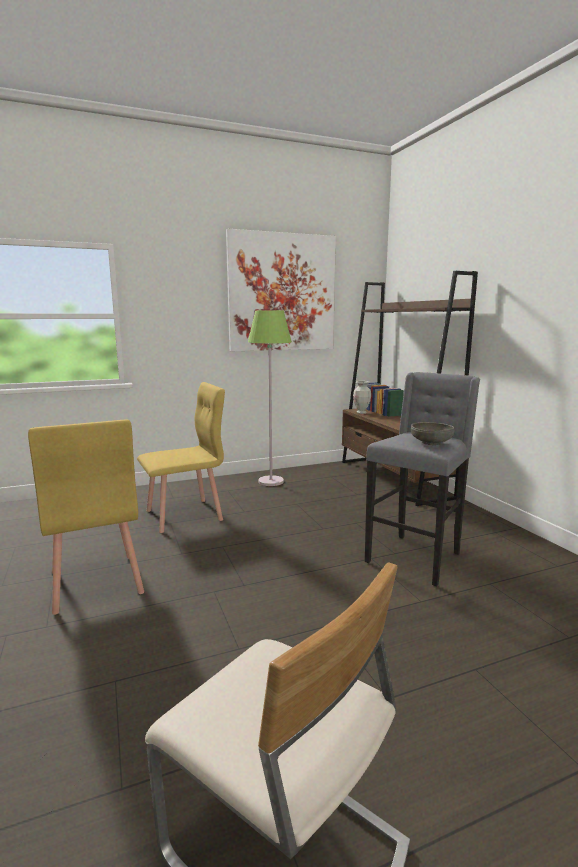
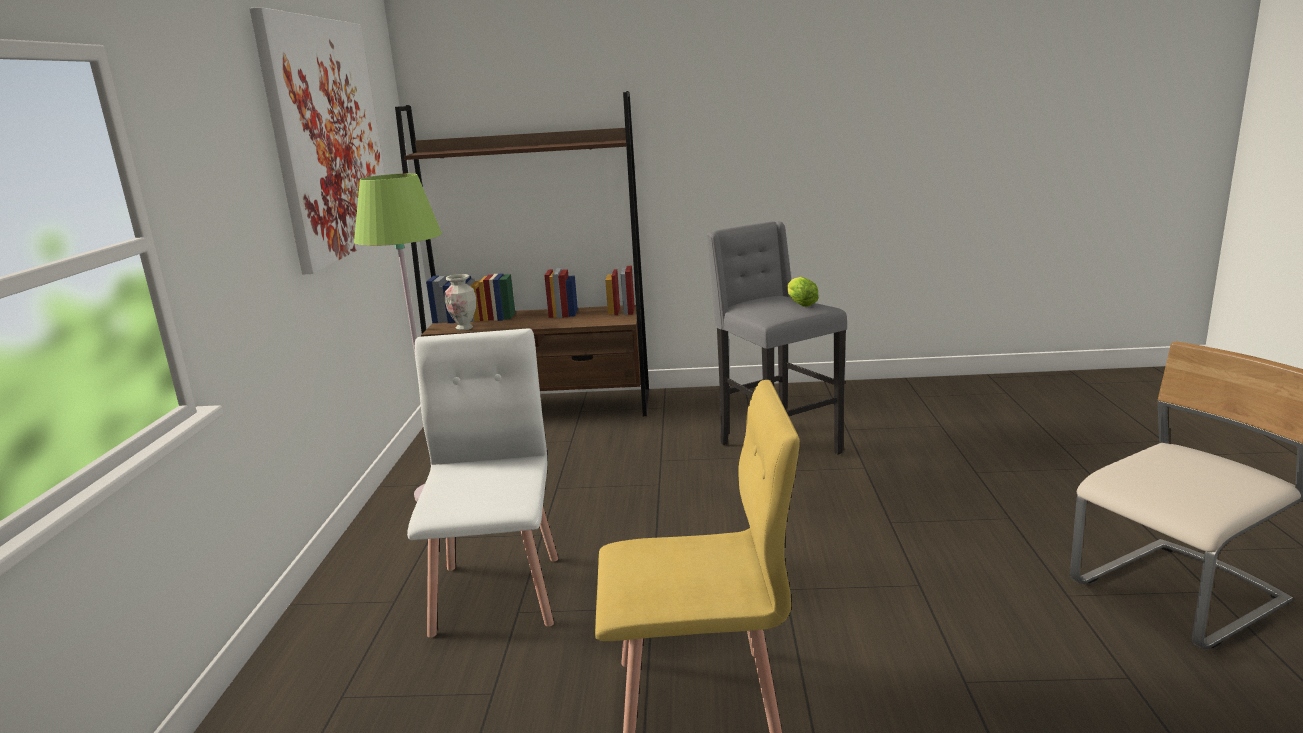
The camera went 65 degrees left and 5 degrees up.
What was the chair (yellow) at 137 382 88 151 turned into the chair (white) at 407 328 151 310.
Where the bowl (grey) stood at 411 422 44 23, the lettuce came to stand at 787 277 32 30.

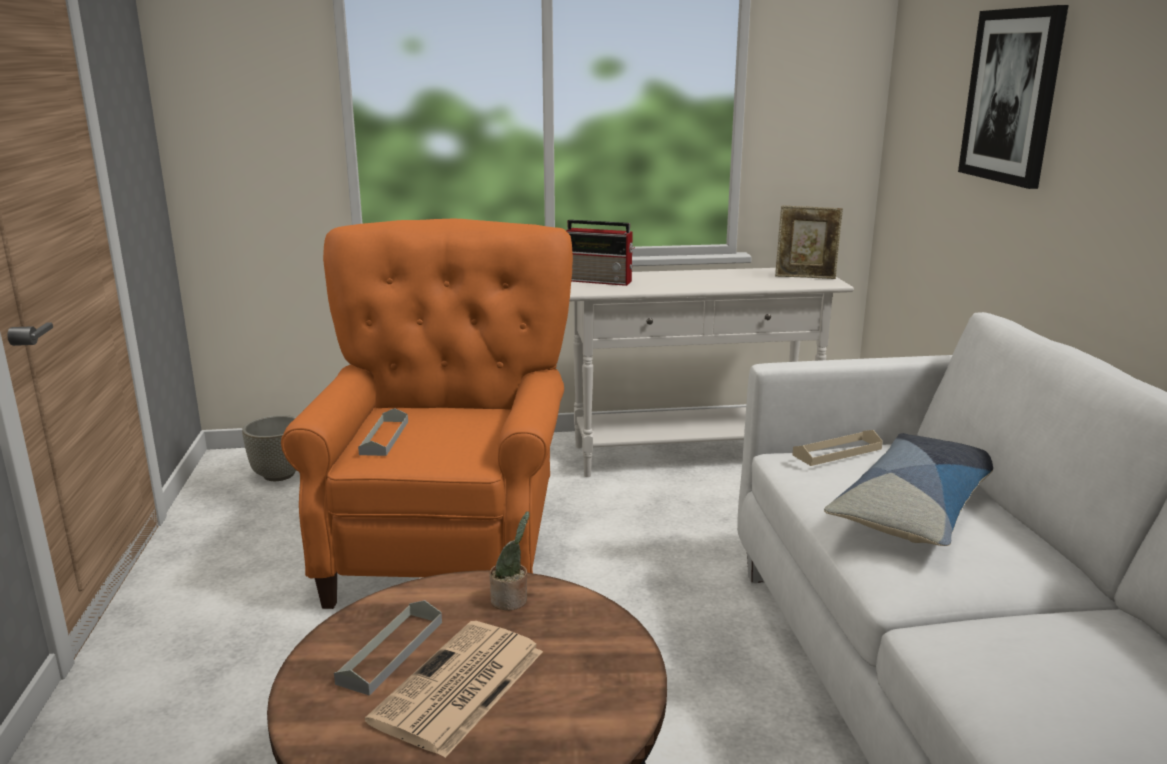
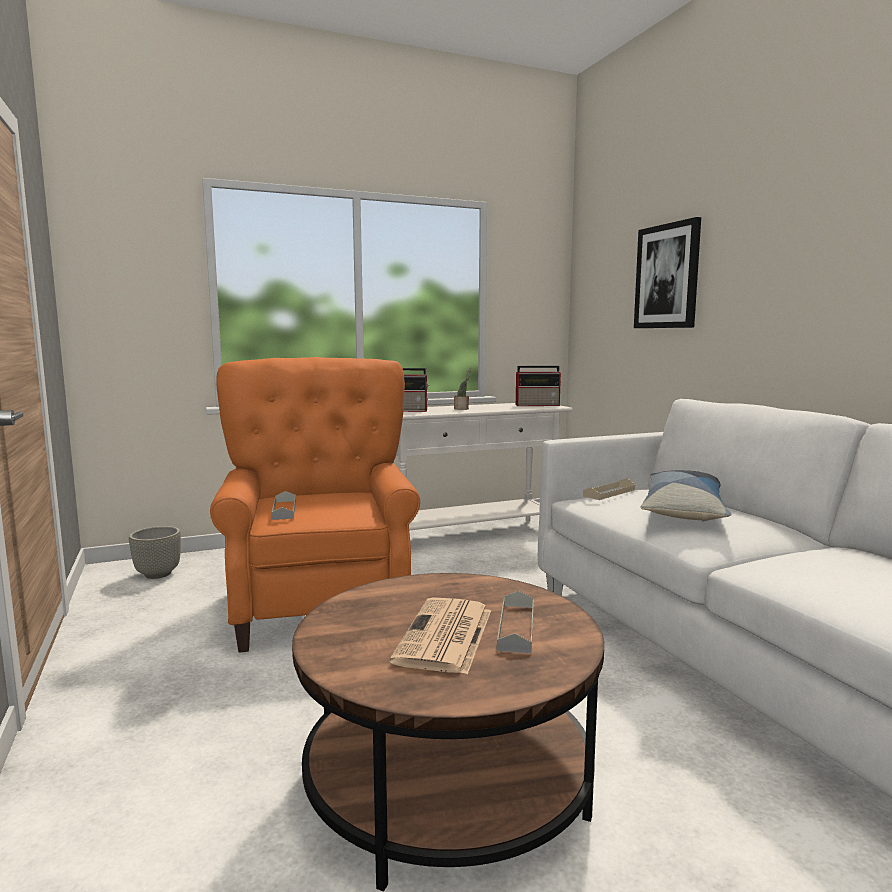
The camera went 15 degrees left and 10 degrees down.
The potted plant ended up elsewhere, having gone from 489 511 40 99 to 454 367 17 43.
The tray (grey) ended up elsewhere, having gone from 334 600 108 96 to 497 591 37 62.
Where the picture frame stood at 775 205 68 74, the radio came to stand at 516 366 45 40.

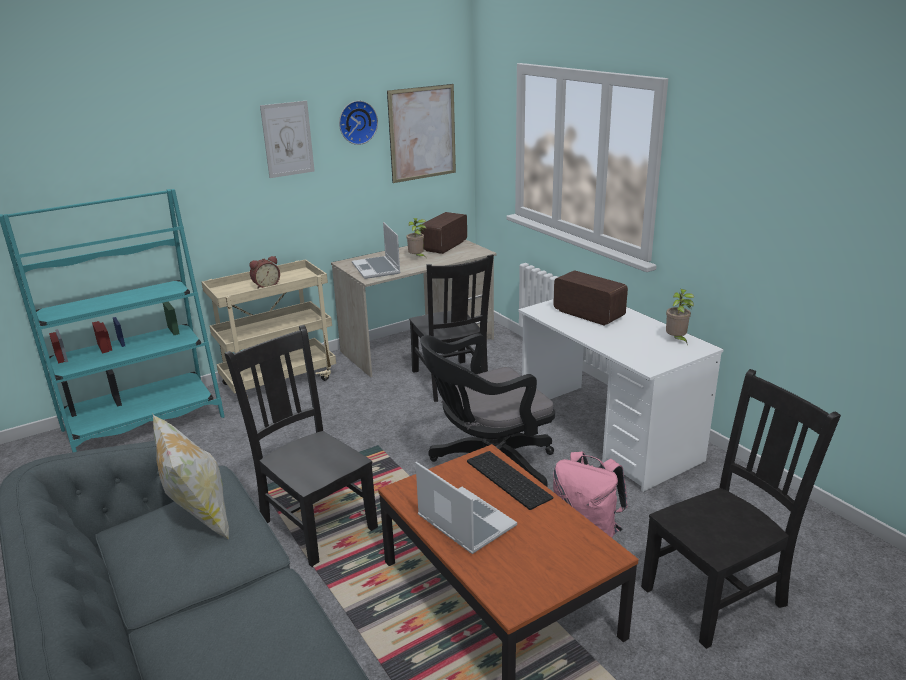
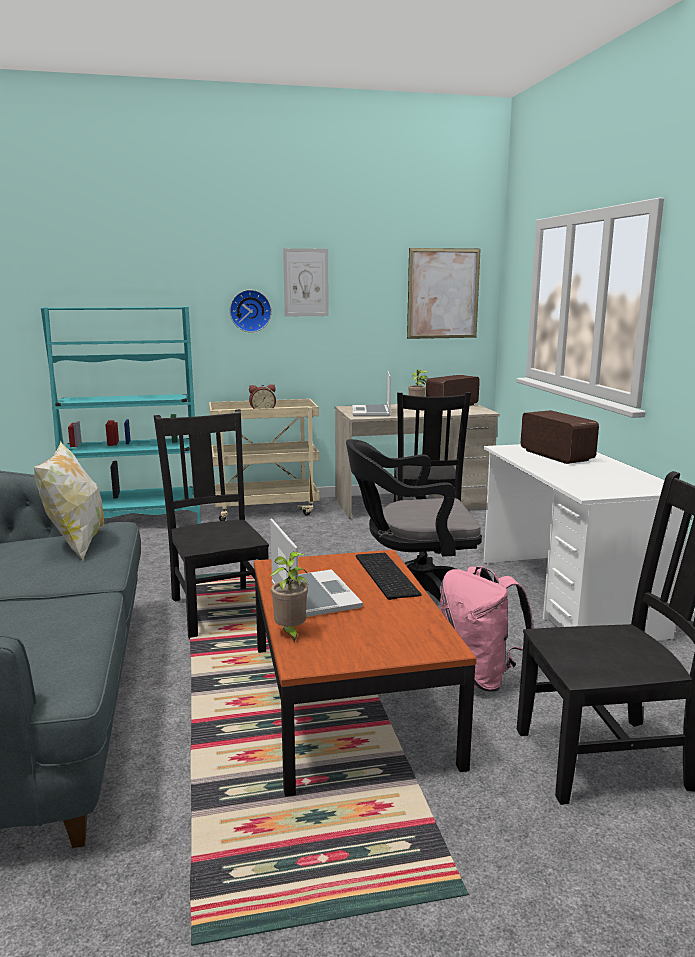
The camera went 20 degrees right and 10 degrees down.
The wall clock ended up elsewhere, having gone from 339 101 39 44 to 230 290 42 42.
The potted plant ended up elsewhere, having gone from 666 289 28 54 to 270 552 39 90.

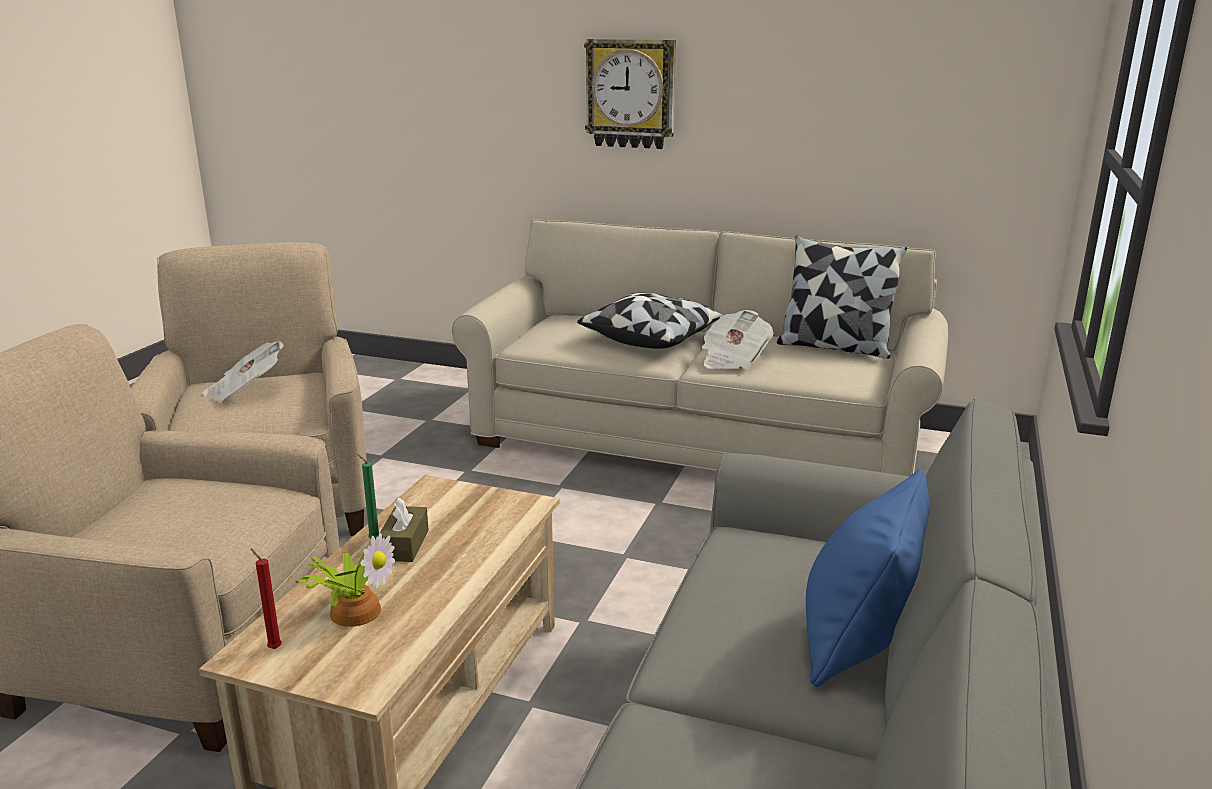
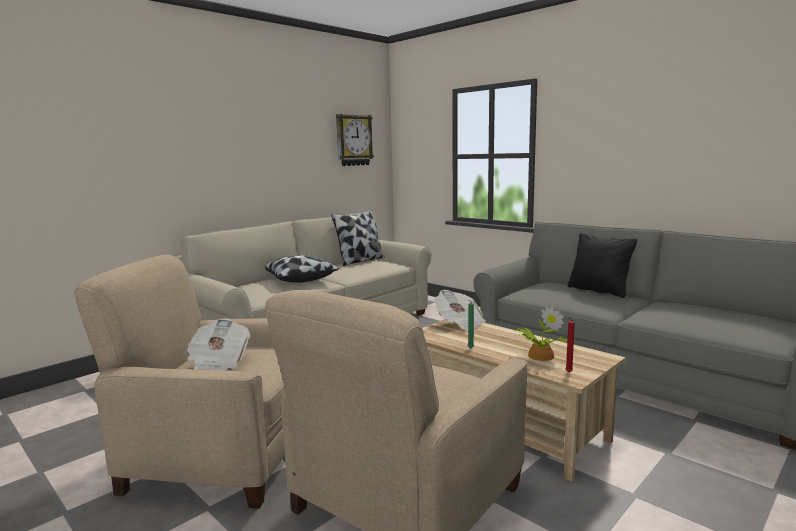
The camera went 65 degrees left and 10 degrees down.
The wall clock ended up elsewhere, having gone from 584 39 92 110 to 336 114 38 52.
The newspaper ended up elsewhere, having gone from 702 310 71 59 to 434 290 52 41.
What was the pillow (blue) at 806 469 124 218 turned into the pillow (black) at 567 233 70 65.
The second view lost the tissue box (brown) at 378 497 51 65.

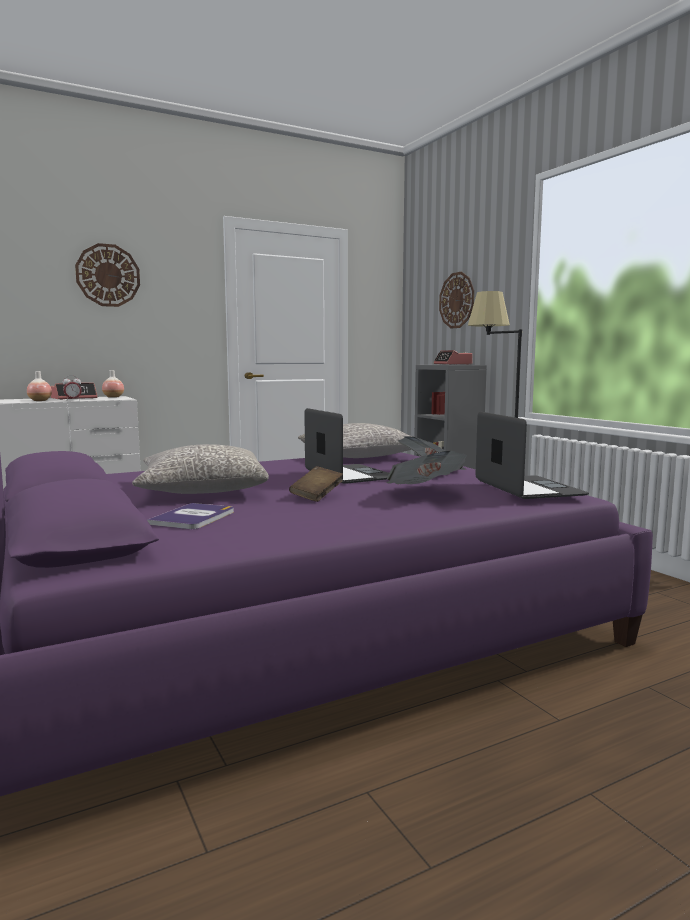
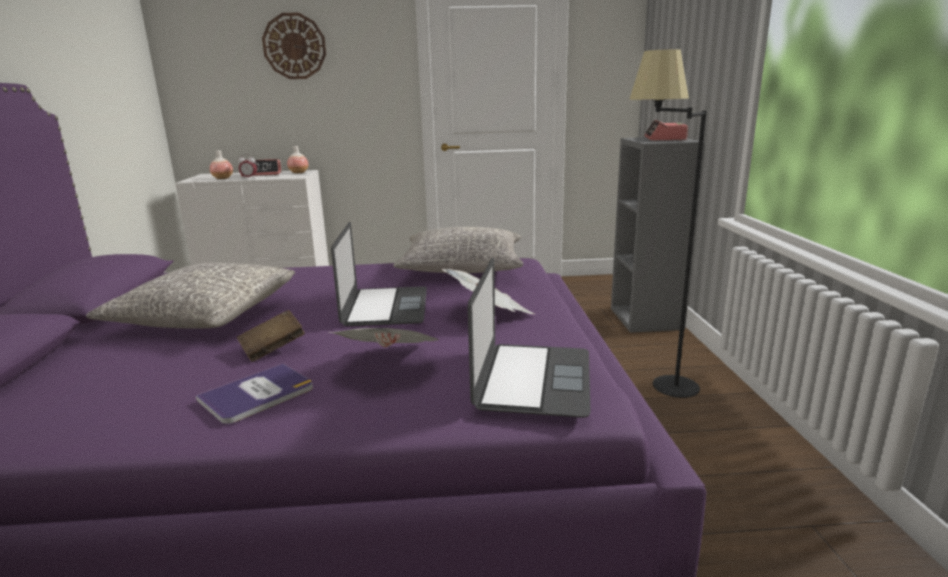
The camera went 25 degrees right and 10 degrees up.
The book ended up elsewhere, having gone from 147 503 87 26 to 196 364 117 60.
The second view lost the wall clock at 439 272 35 57.

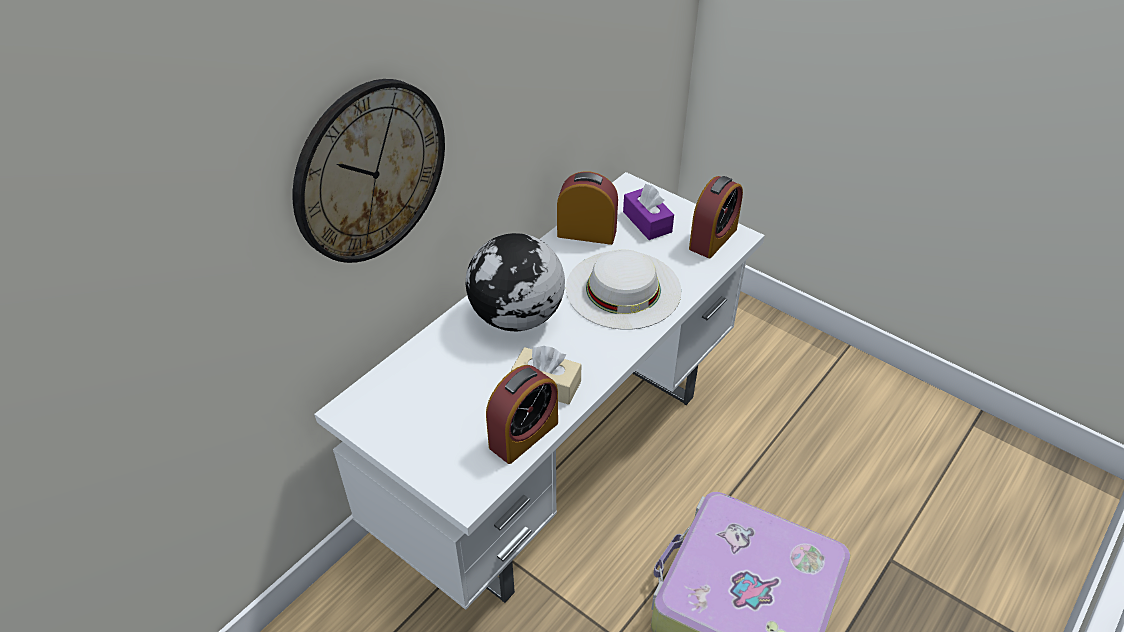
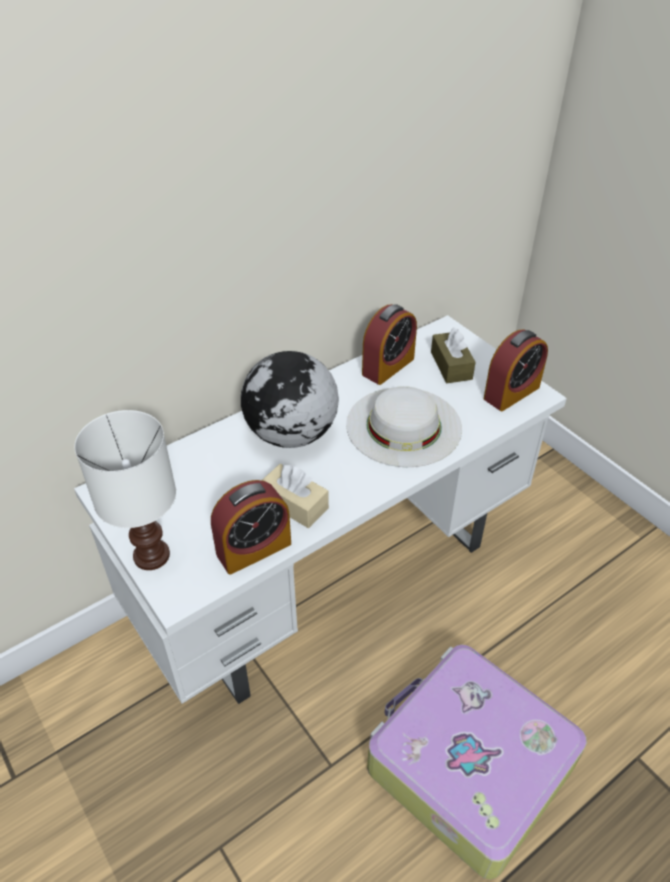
The camera went 15 degrees right and 0 degrees up.
The second view gained the table lamp (white) at 74 410 102 160.
The alarm clock at 557 171 61 74 ended up facing another way, 105 degrees clockwise from before.
What was the tissue box (purple) at 623 184 51 56 turned into the tissue box (brown) at 431 327 45 56.
The second view lost the wall clock at 293 79 152 184.

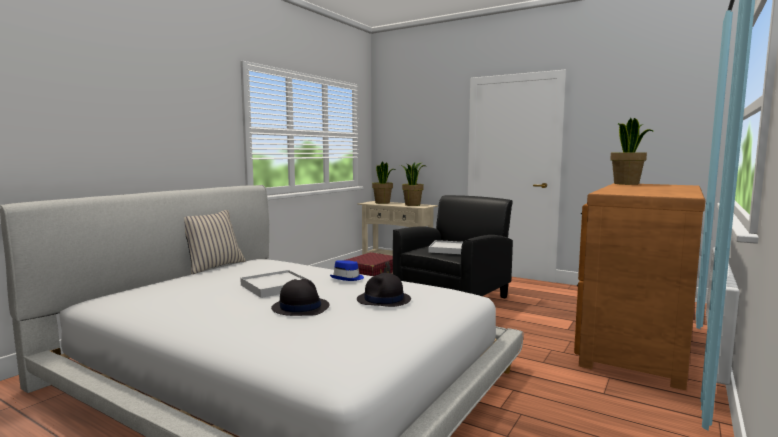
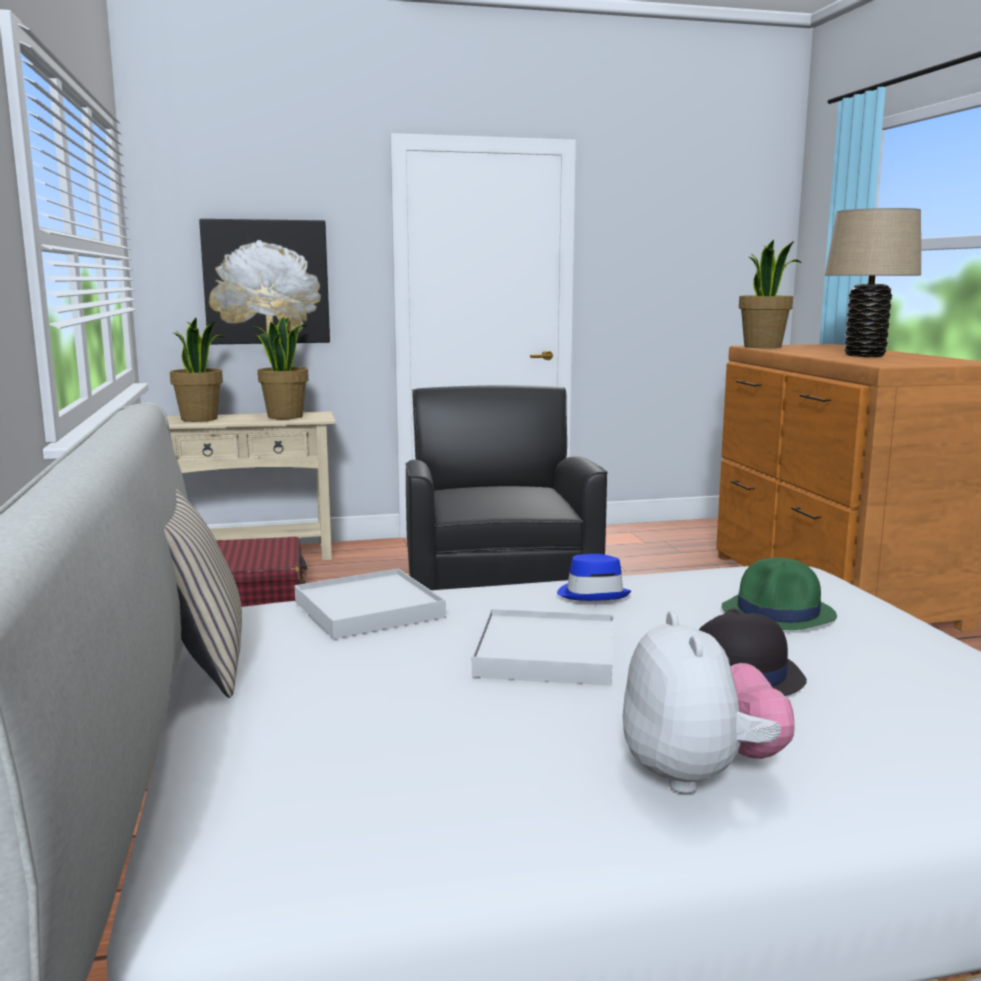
The camera went 45 degrees left and 5 degrees up.
The second view gained the picture at 199 219 131 125.
The tray (white) ended up elsewhere, having gone from 428 240 35 14 to 294 569 152 70.
The second view gained the plush toy at 623 611 172 183.
What was the hat (black) at 357 273 54 34 turned into the hat (green) at 722 557 115 73.
The second view gained the table lamp (beige) at 825 208 96 149.

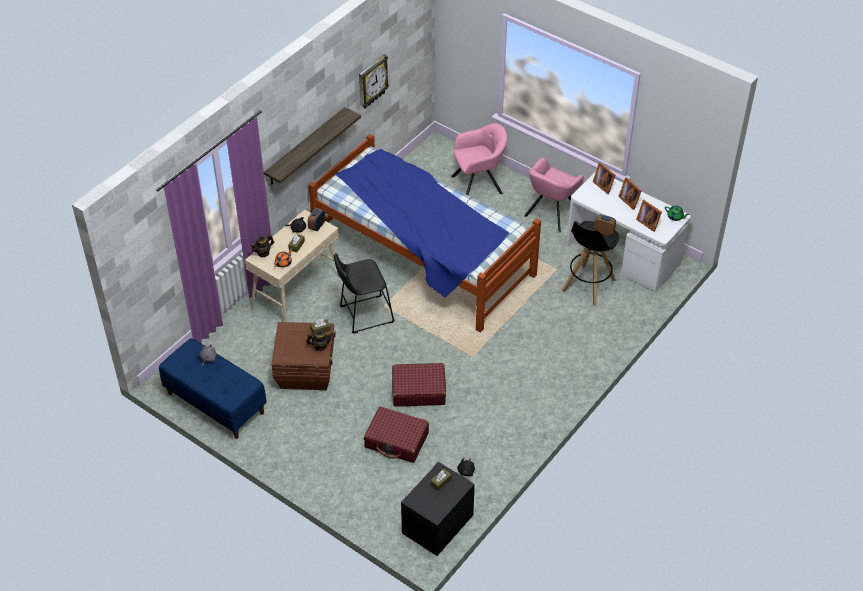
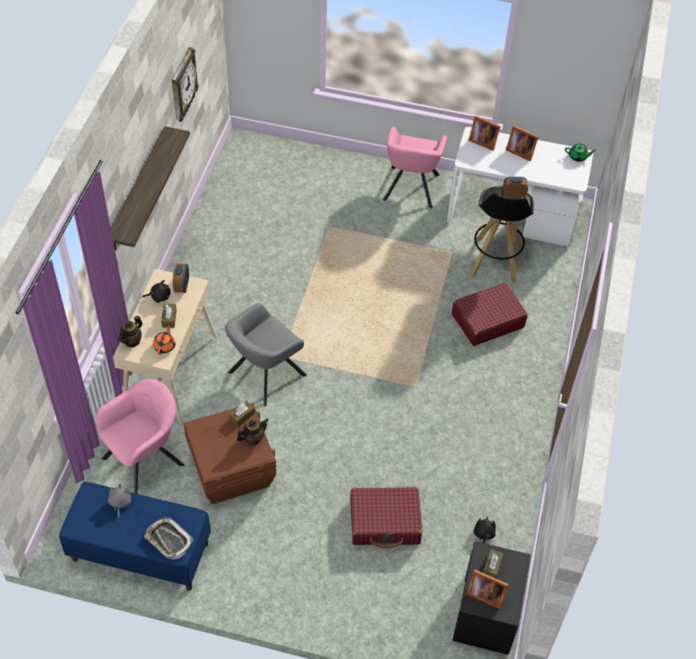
The camera went 25 degrees left and 5 degrees up.
The armchair (pink) ended up elsewhere, having gone from 451 123 56 72 to 96 379 88 115.
The second view gained the tray at 144 517 49 42.
Where the stool (black) stood at 334 253 61 81, the armchair (grey) came to stand at 225 303 82 103.
The suitcase (red) ended up elsewhere, having gone from 392 363 54 44 to 452 283 76 63.
The picture frame ended up elsewhere, having gone from 636 200 26 32 to 466 570 43 39.
The second view lost the bed at 309 134 232 198.

